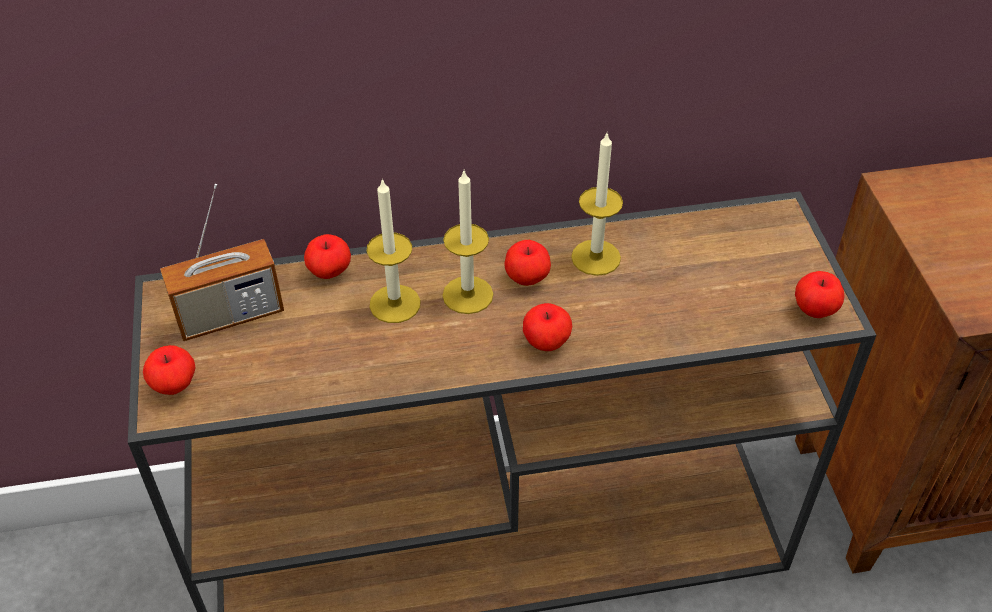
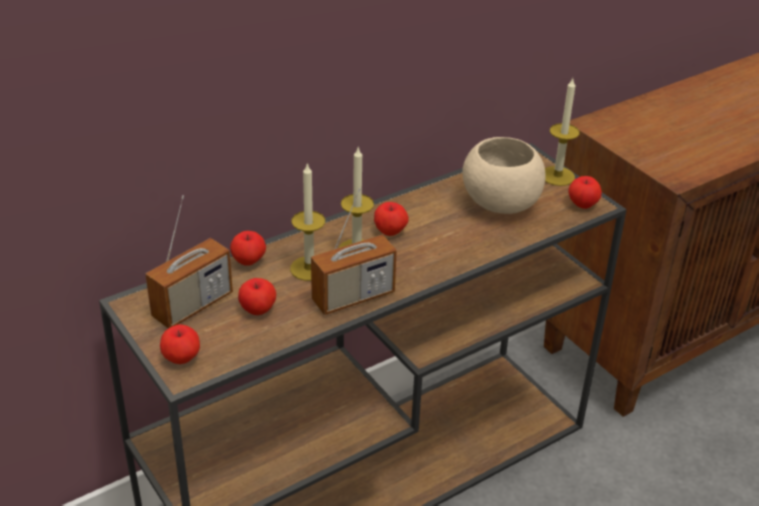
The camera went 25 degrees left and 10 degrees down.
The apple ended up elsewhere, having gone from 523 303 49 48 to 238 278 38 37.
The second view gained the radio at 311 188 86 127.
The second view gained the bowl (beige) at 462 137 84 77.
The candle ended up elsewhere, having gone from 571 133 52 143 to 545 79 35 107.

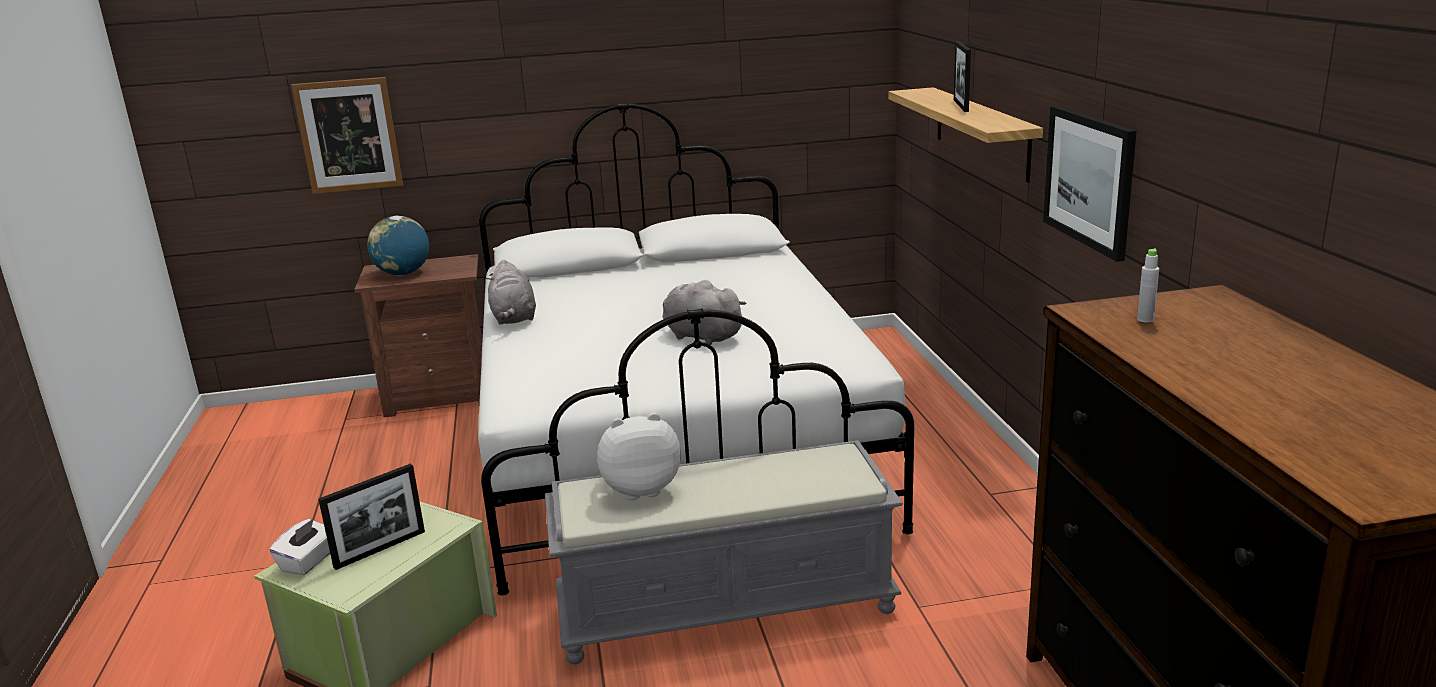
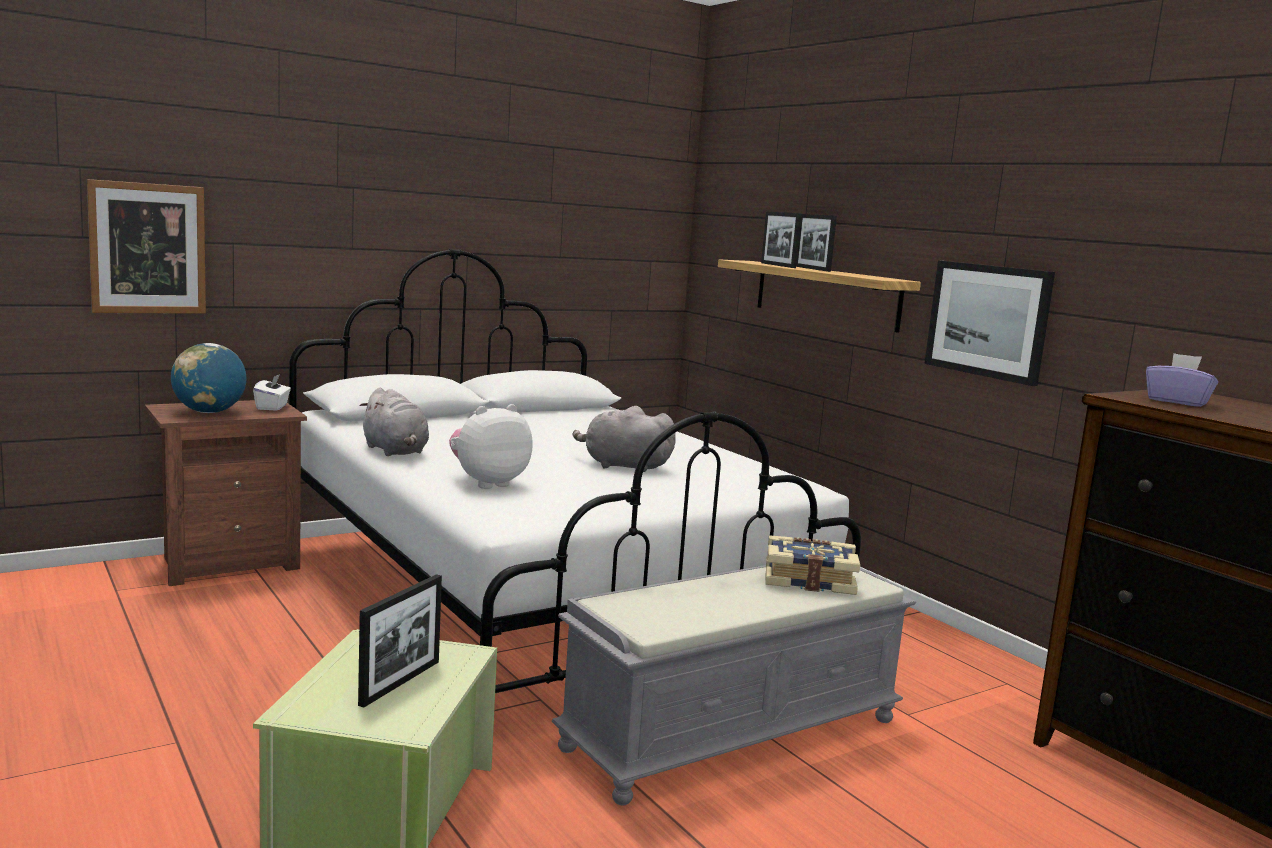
The camera went 25 degrees left and 10 degrees down.
The tissue box (white) ended up elsewhere, having gone from 270 518 60 57 to 253 374 38 37.
The plush toy ended up elsewhere, having gone from 597 413 84 87 to 449 404 84 85.
The second view gained the picture frame at 761 211 41 57.
The second view gained the book at 765 535 95 60.
Where the bottle (grey) stood at 1137 248 22 75, the tissue box (purple) came to stand at 1146 353 72 54.

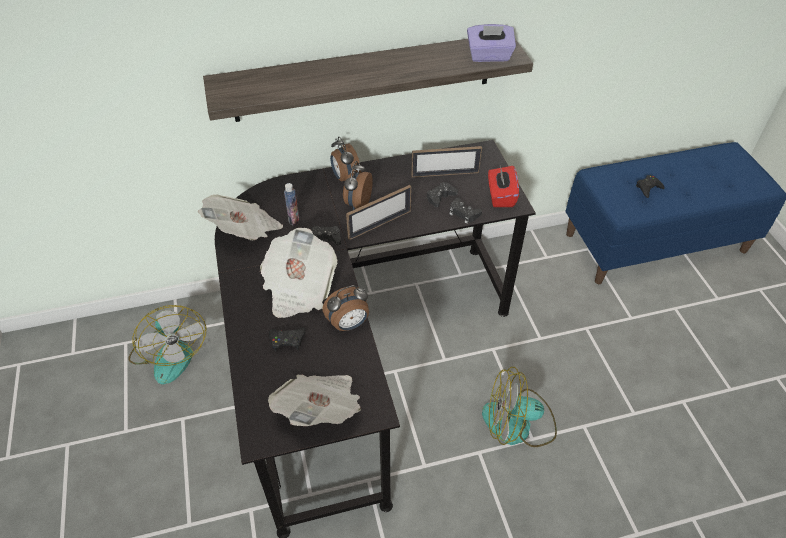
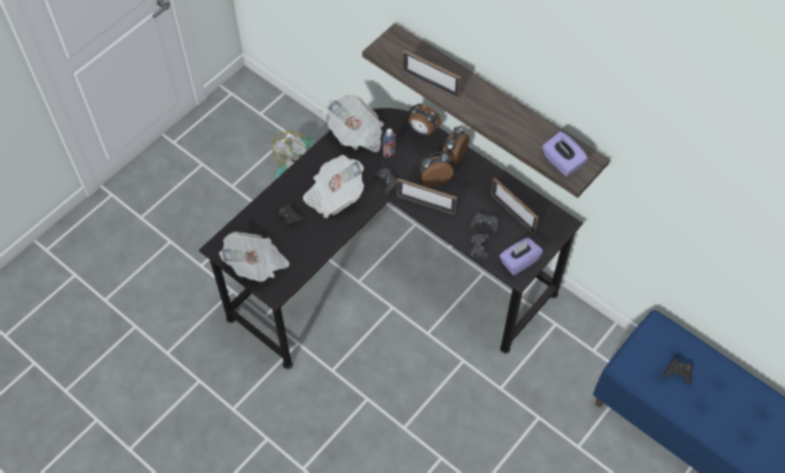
The camera went 55 degrees right and 10 degrees up.
The second view gained the picture frame at 403 50 58 48.
The alarm clock ended up elsewhere, having gone from 322 286 47 45 to 408 104 33 32.
What was the tissue box (red) at 488 165 31 42 turned into the tissue box (purple) at 499 238 44 37.
The second view lost the fan at 482 367 75 80.

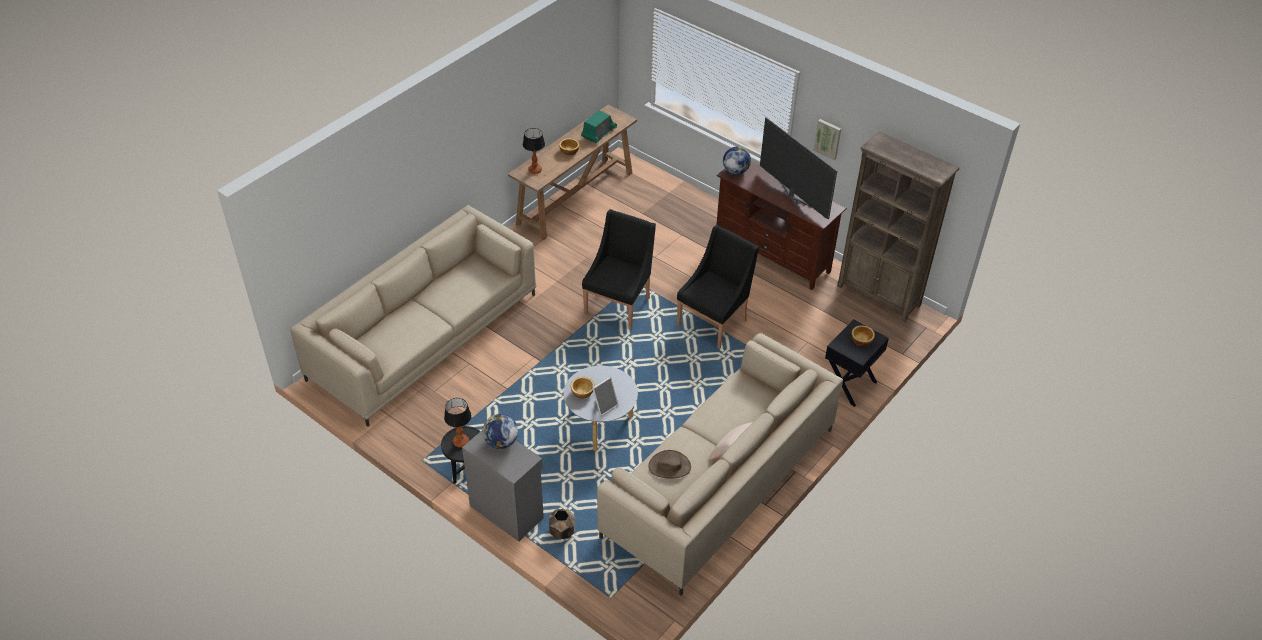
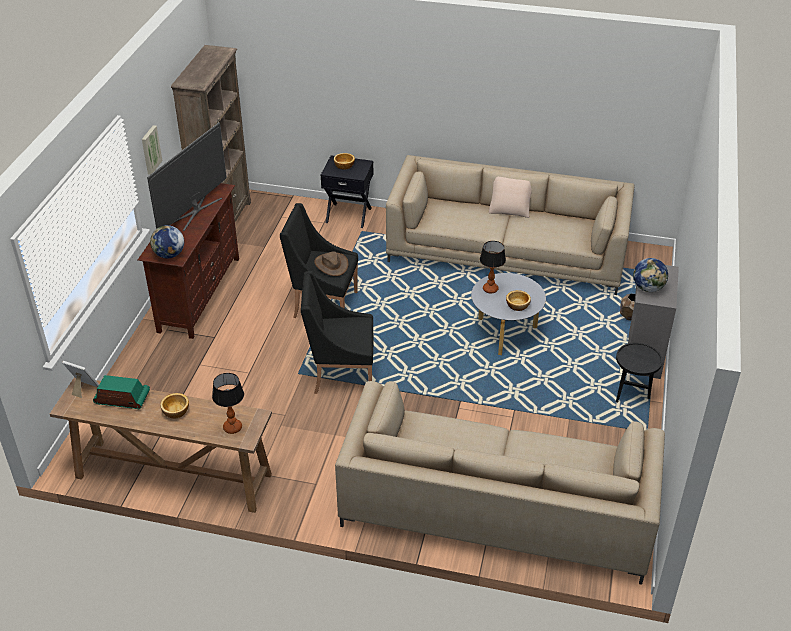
The camera went 115 degrees left and 5 degrees down.
The picture frame ended up elsewhere, having gone from 592 377 27 39 to 62 361 37 37.
The hat (brown) ended up elsewhere, having gone from 648 450 43 28 to 314 251 34 25.
The table lamp ended up elsewhere, having gone from 444 398 28 50 to 480 241 26 53.

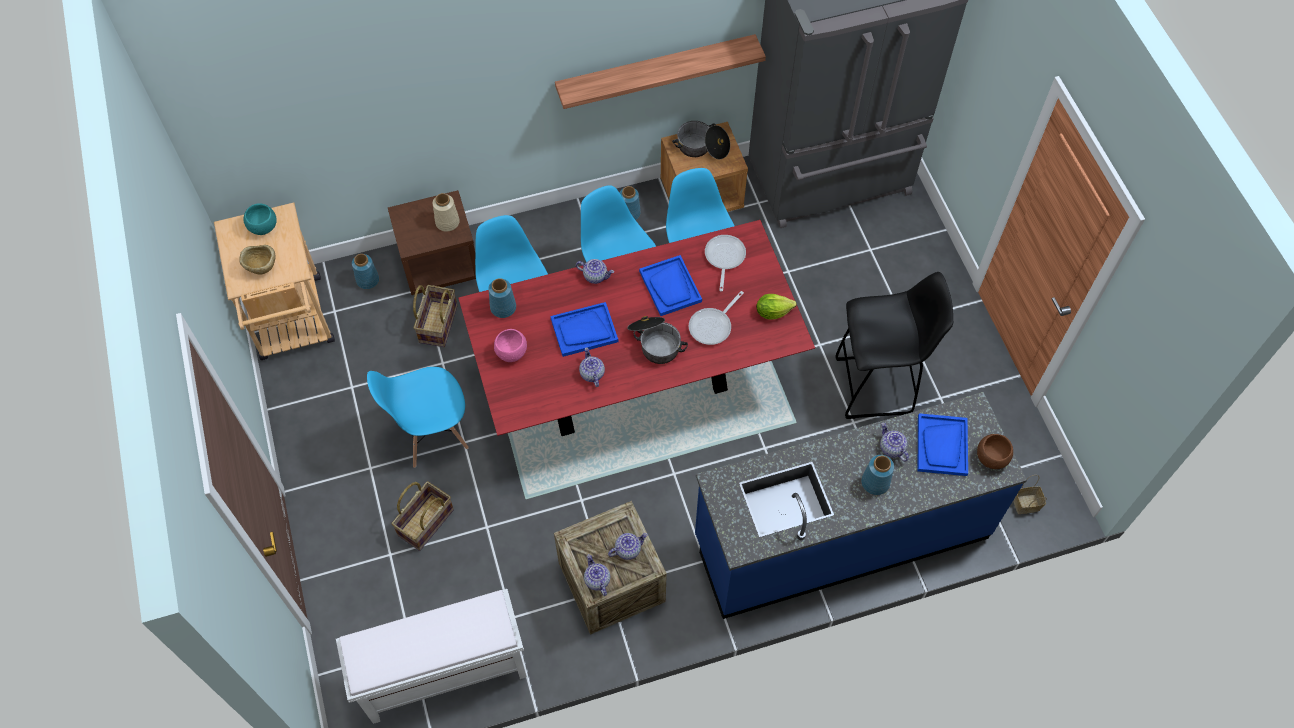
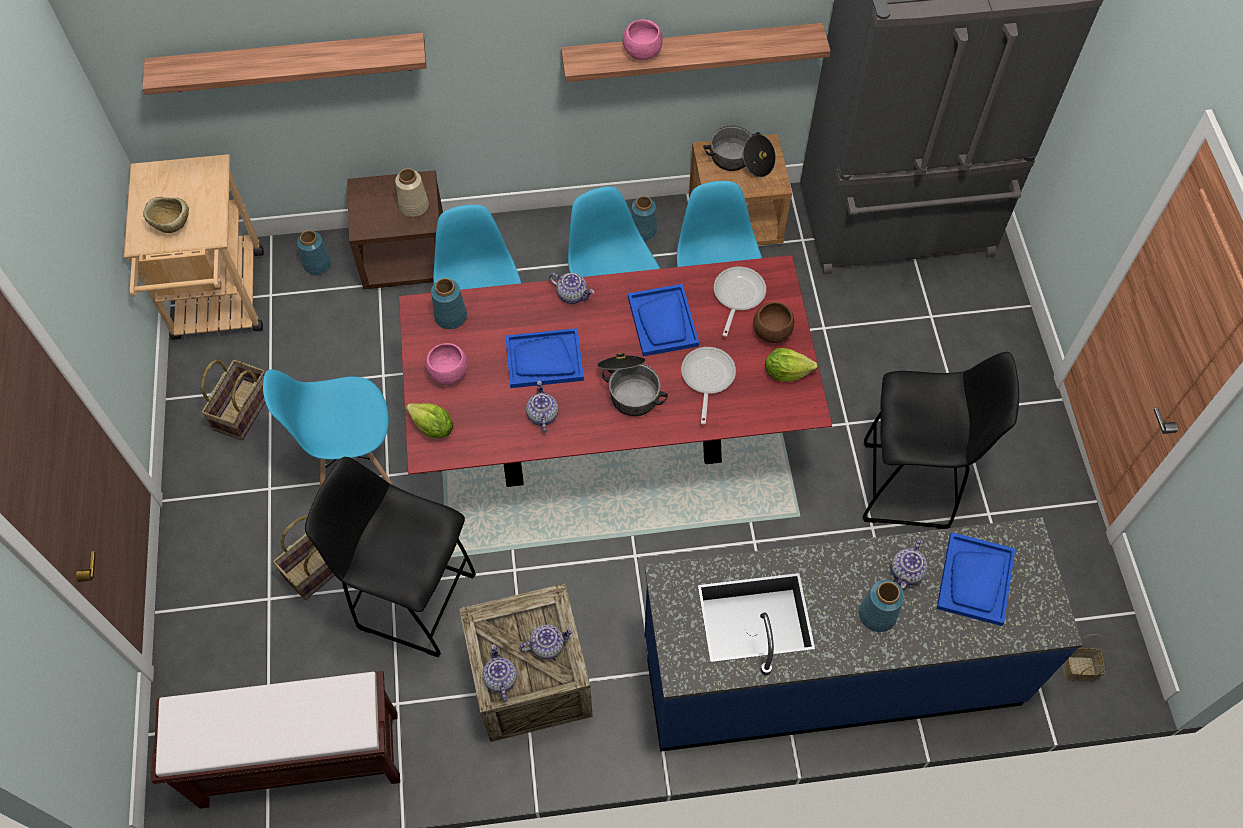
The camera went 10 degrees right and 0 degrees up.
The second view gained the shelf at 142 33 285 62.
What was the bench (white) at 336 589 191 135 turned into the bench (brown) at 151 671 249 138.
The basket ended up elsewhere, having gone from 413 285 45 62 to 201 360 64 80.
The second view gained the stool (black) at 305 457 171 200.
The second view gained the lettuce at 406 403 47 35.
The second view gained the bowl (pink) at 623 19 40 41.
The frying pan at 689 291 55 54 ended up facing another way, 135 degrees clockwise from before.
The bowl (brown) ended up elsewhere, having gone from 977 434 36 35 to 753 302 41 41.
The teapot at 880 423 29 39 ended up facing another way, 135 degrees counterclockwise from before.
The second view lost the bowl (turquoise) at 243 203 34 32.

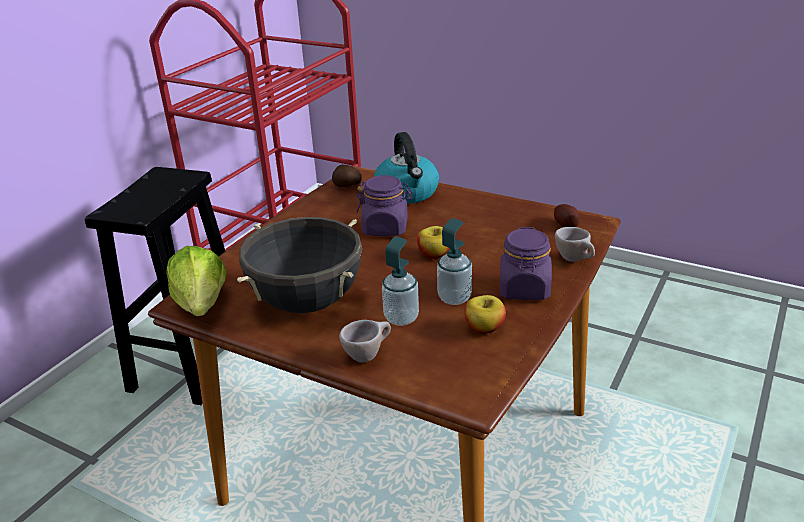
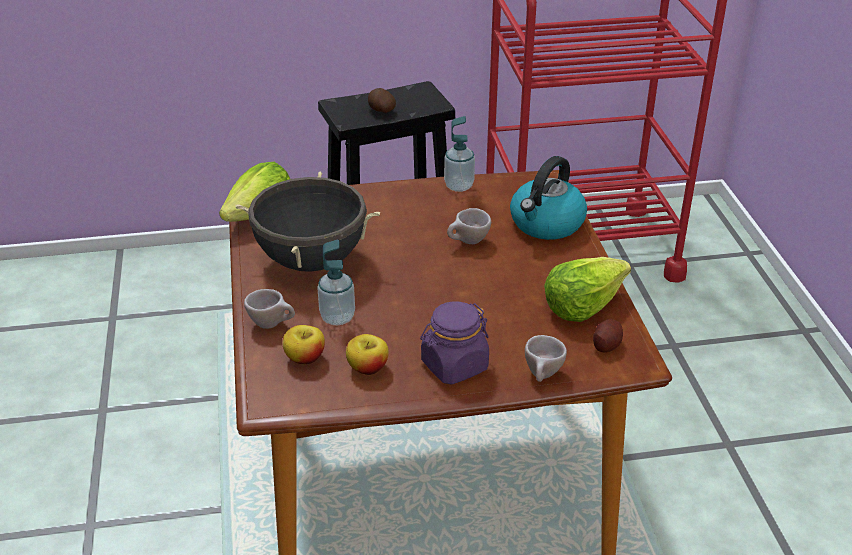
The camera went 50 degrees right and 5 degrees up.
The apple ended up elsewhere, having gone from 417 226 33 33 to 282 325 43 39.
The potato ended up elsewhere, having gone from 332 165 30 22 to 368 88 28 25.
The soap dispenser ended up elsewhere, having gone from 437 218 35 87 to 444 116 31 76.
Where the jar (purple) stood at 356 175 57 61, the cup (beige) came to stand at 447 208 44 36.
The second view gained the lettuce at 544 257 87 65.

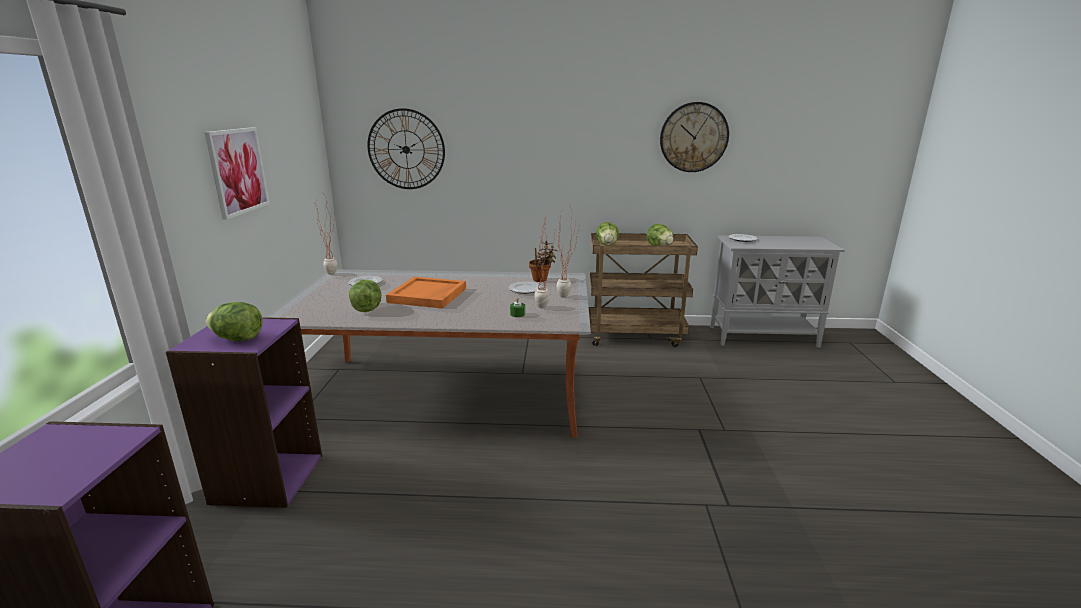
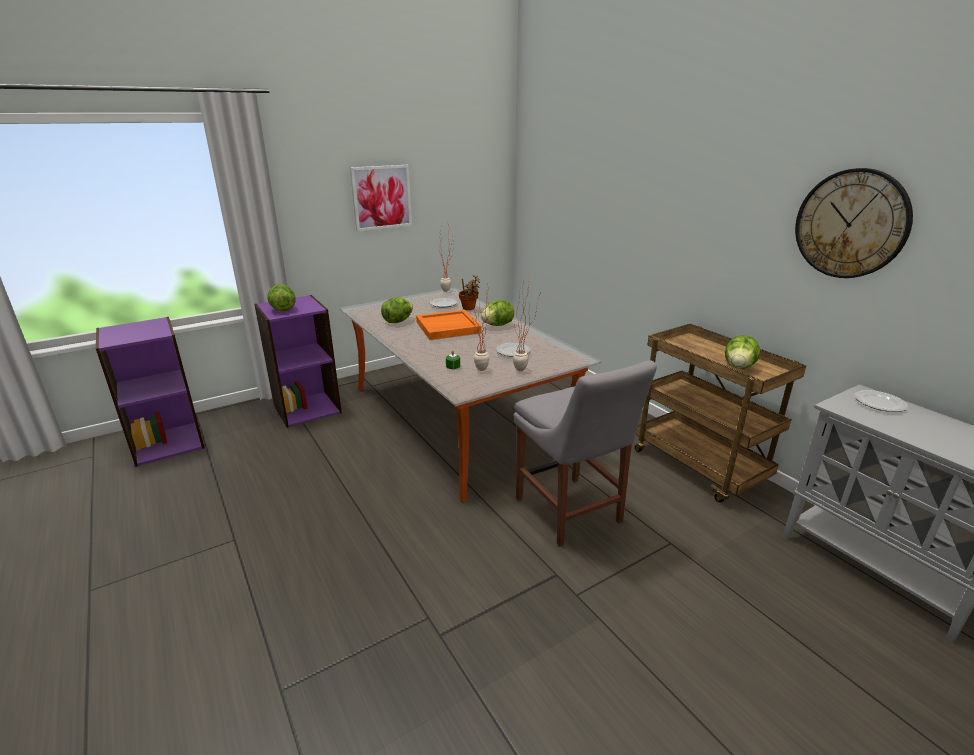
The camera went 55 degrees right and 5 degrees up.
The potted plant ended up elsewhere, having gone from 529 241 29 41 to 459 275 21 35.
The lettuce ended up elsewhere, having gone from 596 222 23 23 to 481 300 33 26.
The second view gained the chair (grey) at 514 360 143 187.
The second view lost the wall clock at 367 108 78 81.

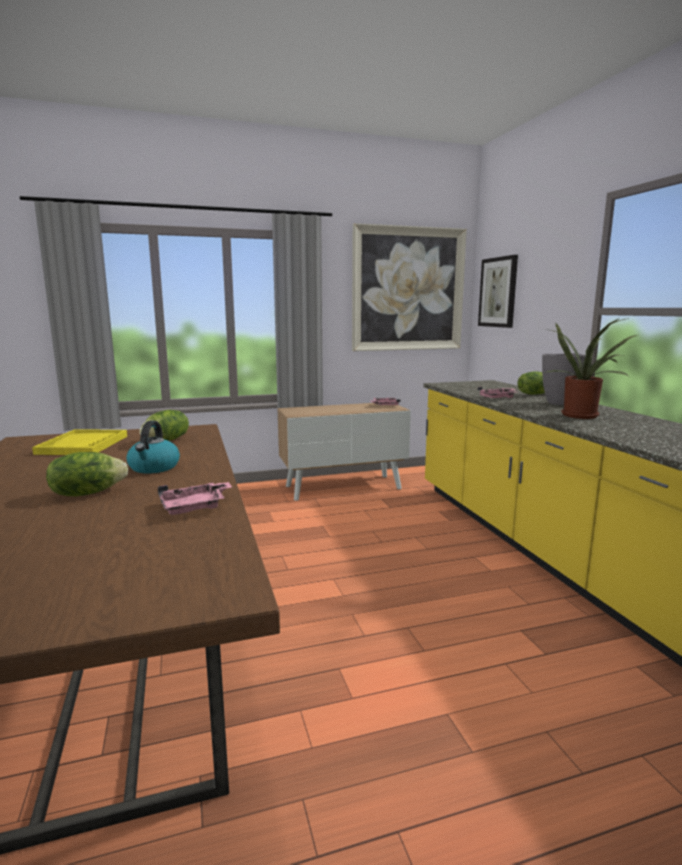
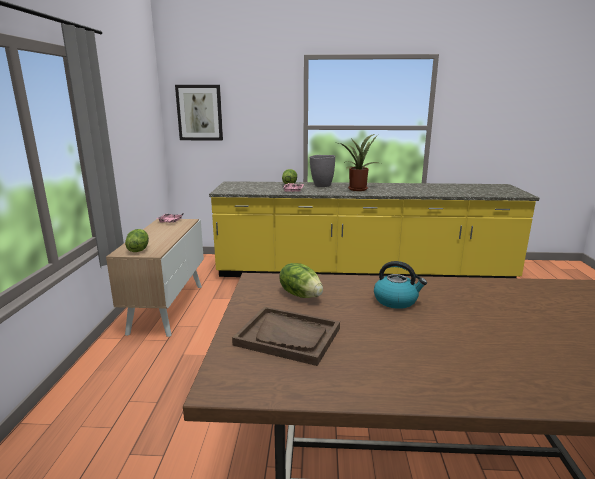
The camera went 70 degrees left and 5 degrees up.
The lettuce ended up elsewhere, having gone from 46 452 82 44 to 125 229 24 23.
What was the tray (yellow) at 32 429 95 26 turned into the tray (brown) at 232 306 108 60.
The second view lost the tray (pink) at 158 482 74 33.
The second view lost the picture at 352 223 115 128.

